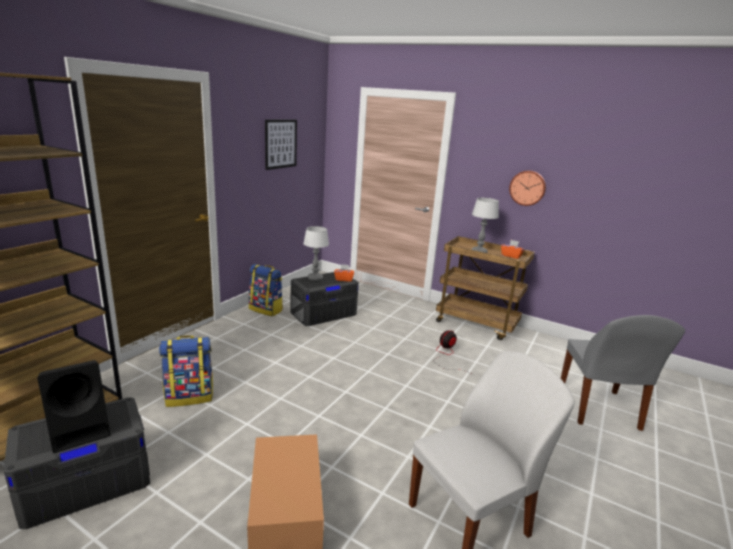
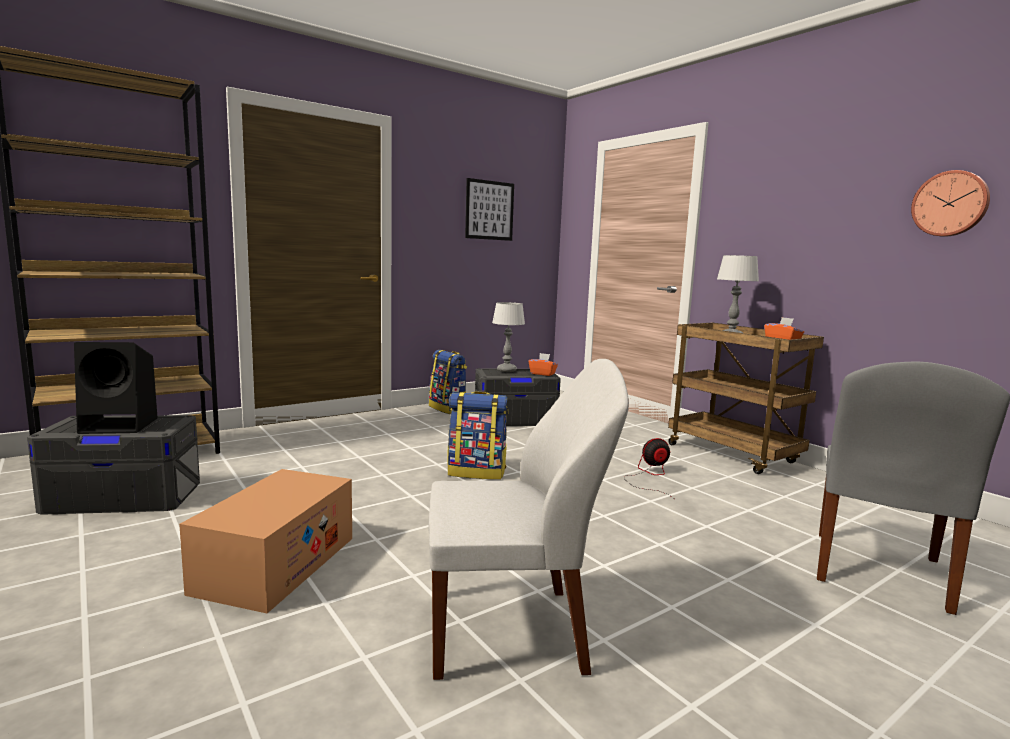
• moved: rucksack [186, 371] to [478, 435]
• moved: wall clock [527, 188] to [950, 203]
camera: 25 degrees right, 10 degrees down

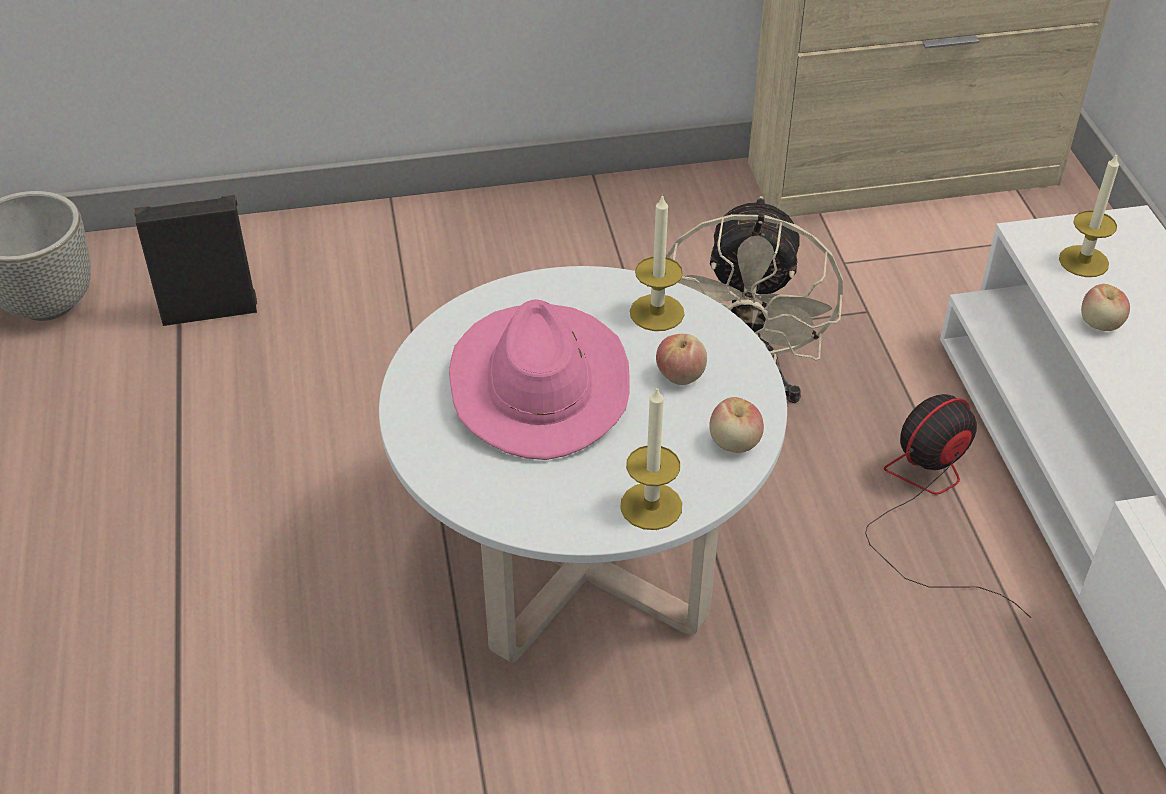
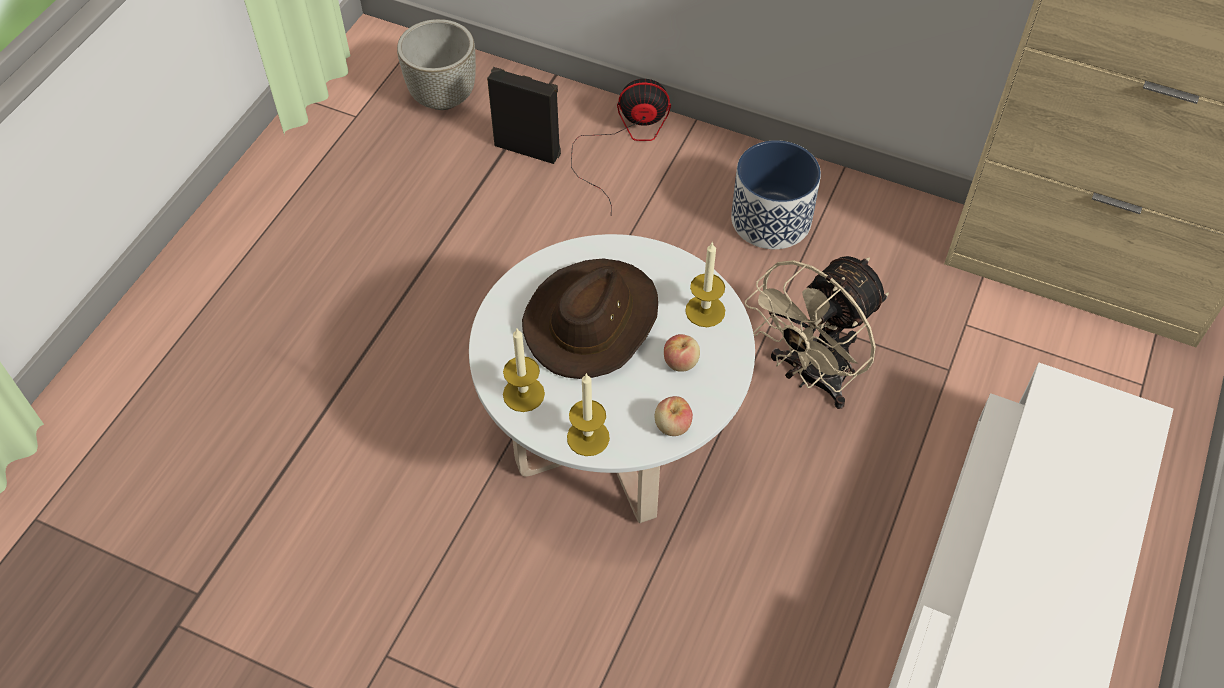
• recoloured: pinkish clothing hat [539, 379] to brownish clothing hat [590, 318]
• moved: fan [948, 506] to [621, 145]
• moved: wax candle [1089, 215] to [524, 370]
• removed: apple [1105, 307]
• added: planter [776, 194]
camera: 35 degrees right, 10 degrees up

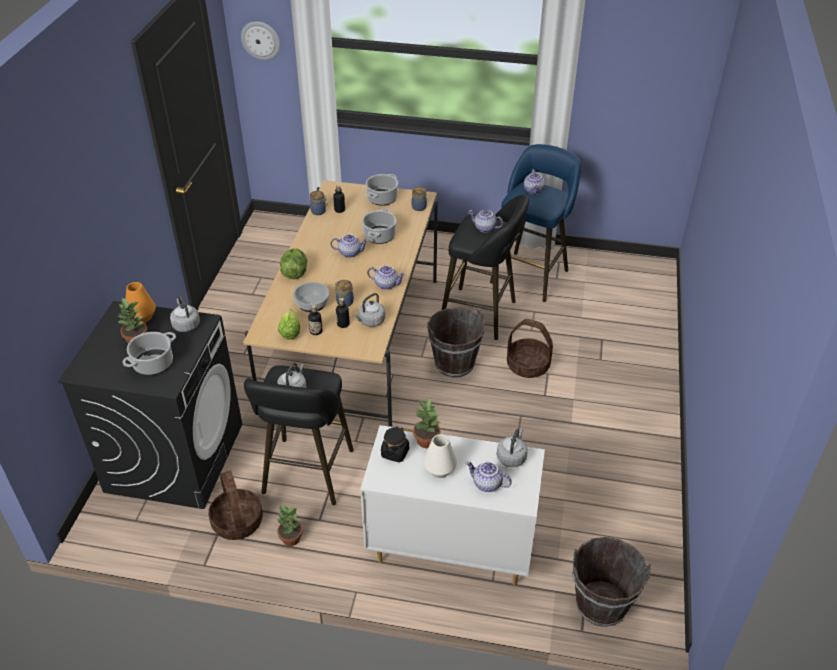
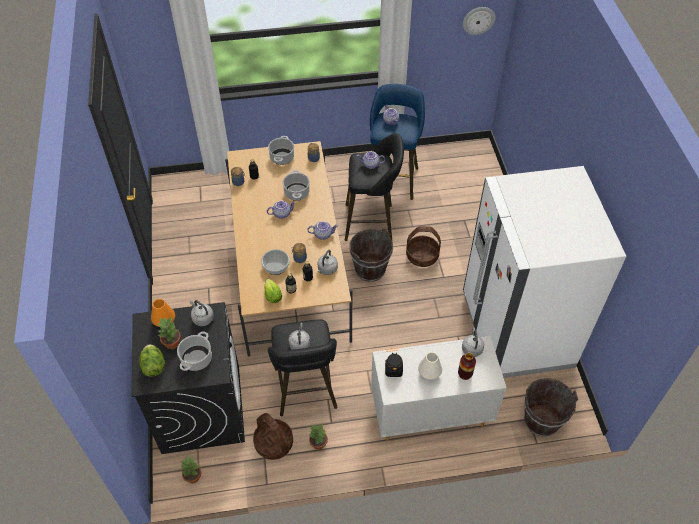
• moved: wall clock [260, 40] to [479, 21]
• moved: lettuce [293, 263] to [152, 360]
• moved: houseplant [427, 423] to [191, 469]
• replaced: tea pot [489, 476] to decorative vase [467, 366]
• added: white fridge [544, 272]
camera: 20 degrees left, 10 degrees up

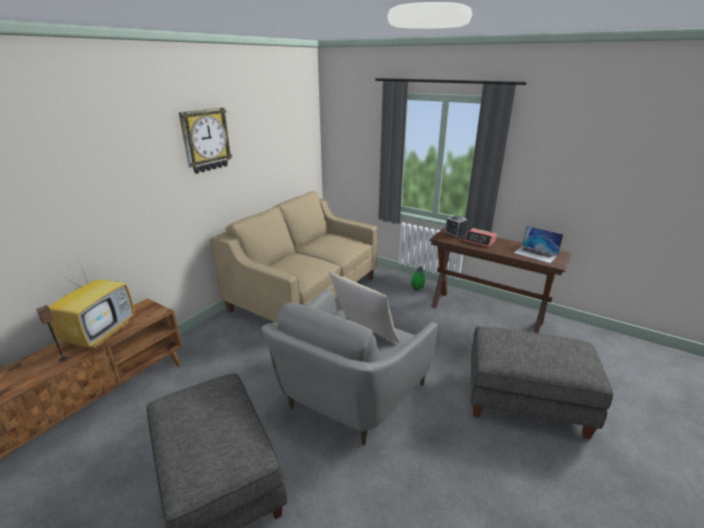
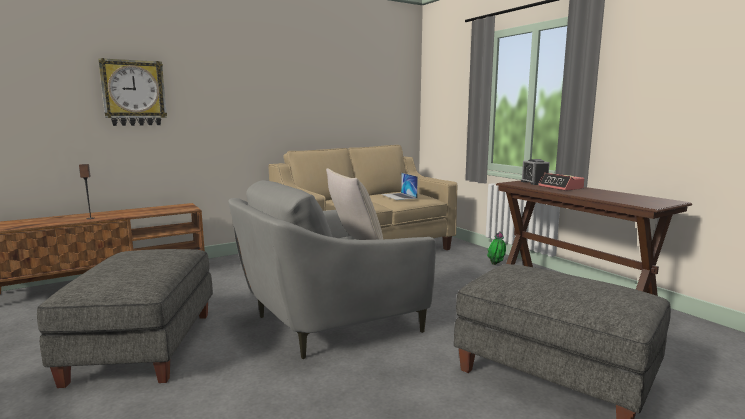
• removed: TV [92, 306]
• moved: wall clock [205, 141] to [132, 92]
• moved: portable computer [538, 244] to [399, 186]
camera: 25 degrees right, 15 degrees down

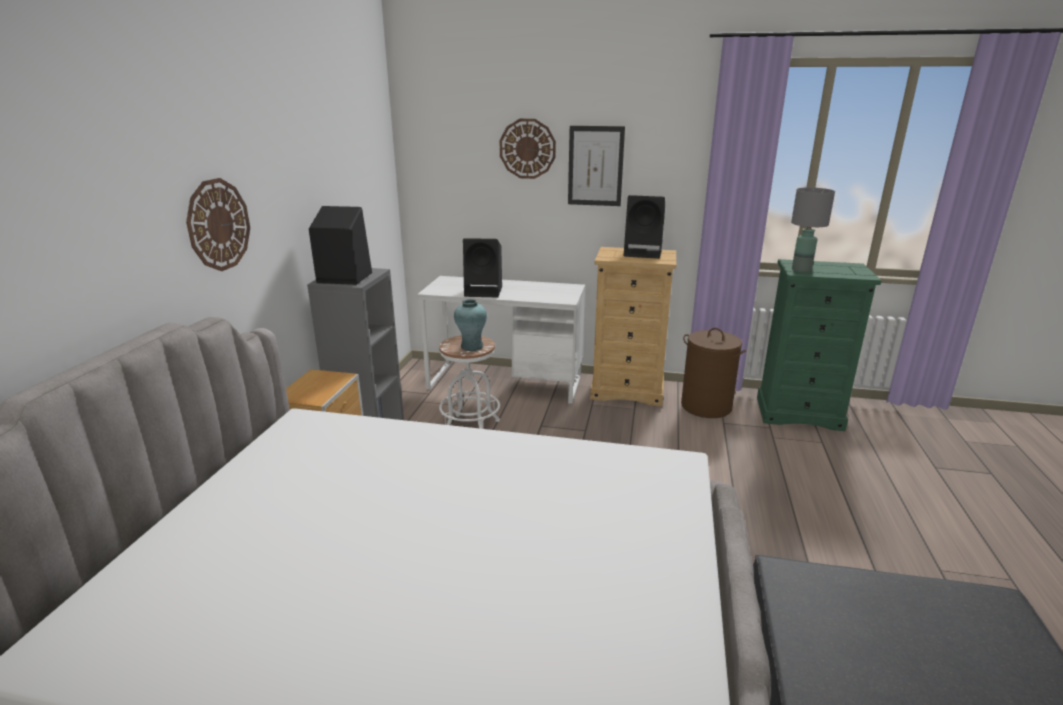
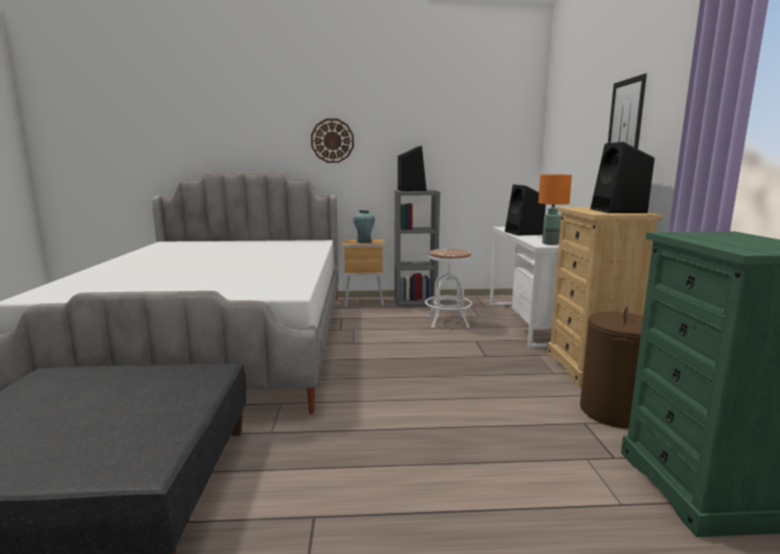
• moved: turquoise decorative vase [470, 325] to [364, 226]
• removed: wall clock [528, 149]
• removed: grey lamp for a table [813, 230]
• added: orange-coloured lamp for a table [555, 210]
camera: 75 degrees right, 10 degrees down

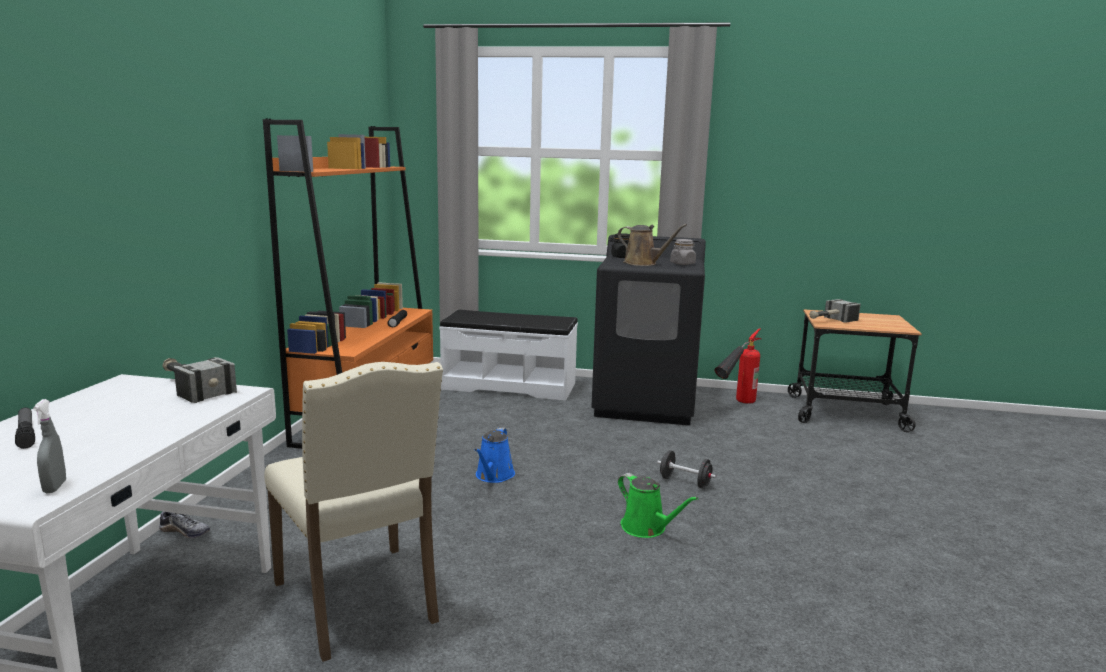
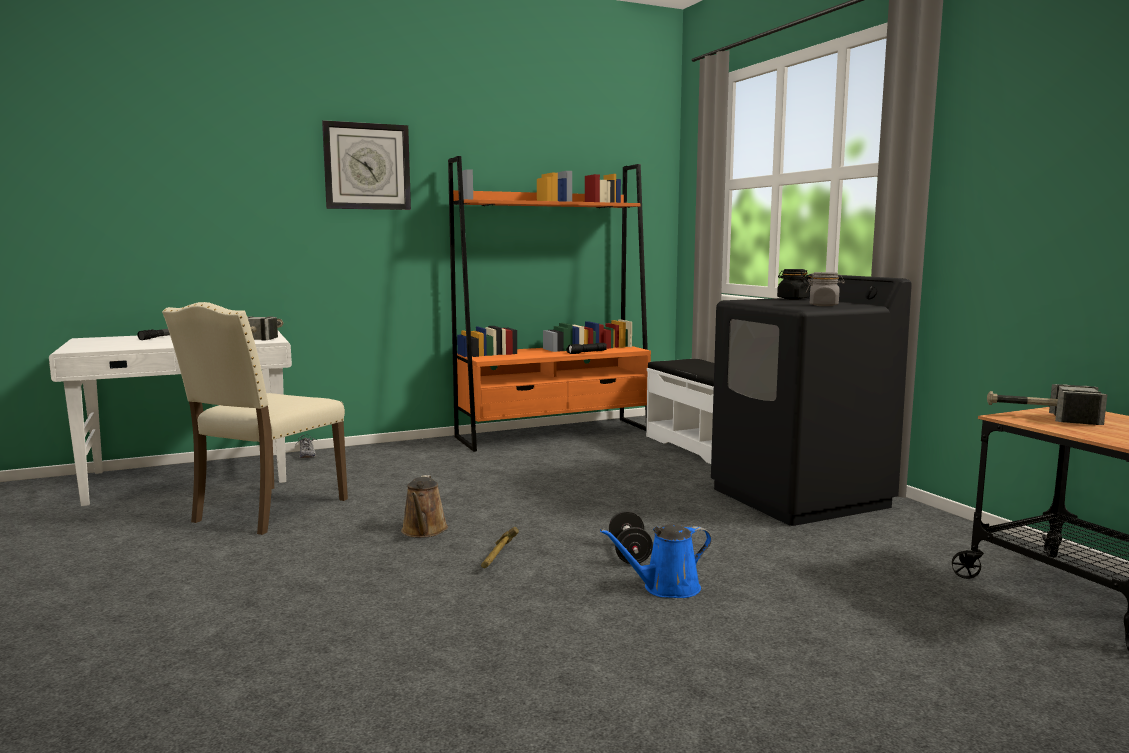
• removed: grey sprayer [49, 446]
• moved: blue-coloured watering can [494, 455] to [656, 561]
• moved: brownish watering can [652, 245] to [424, 506]
• replaced: greenish watering can [658, 505] to hammer [500, 547]
• removed: fire extinguisher [738, 366]
• added: wall clock [366, 165]
camera: 55 degrees right, 5 degrees down

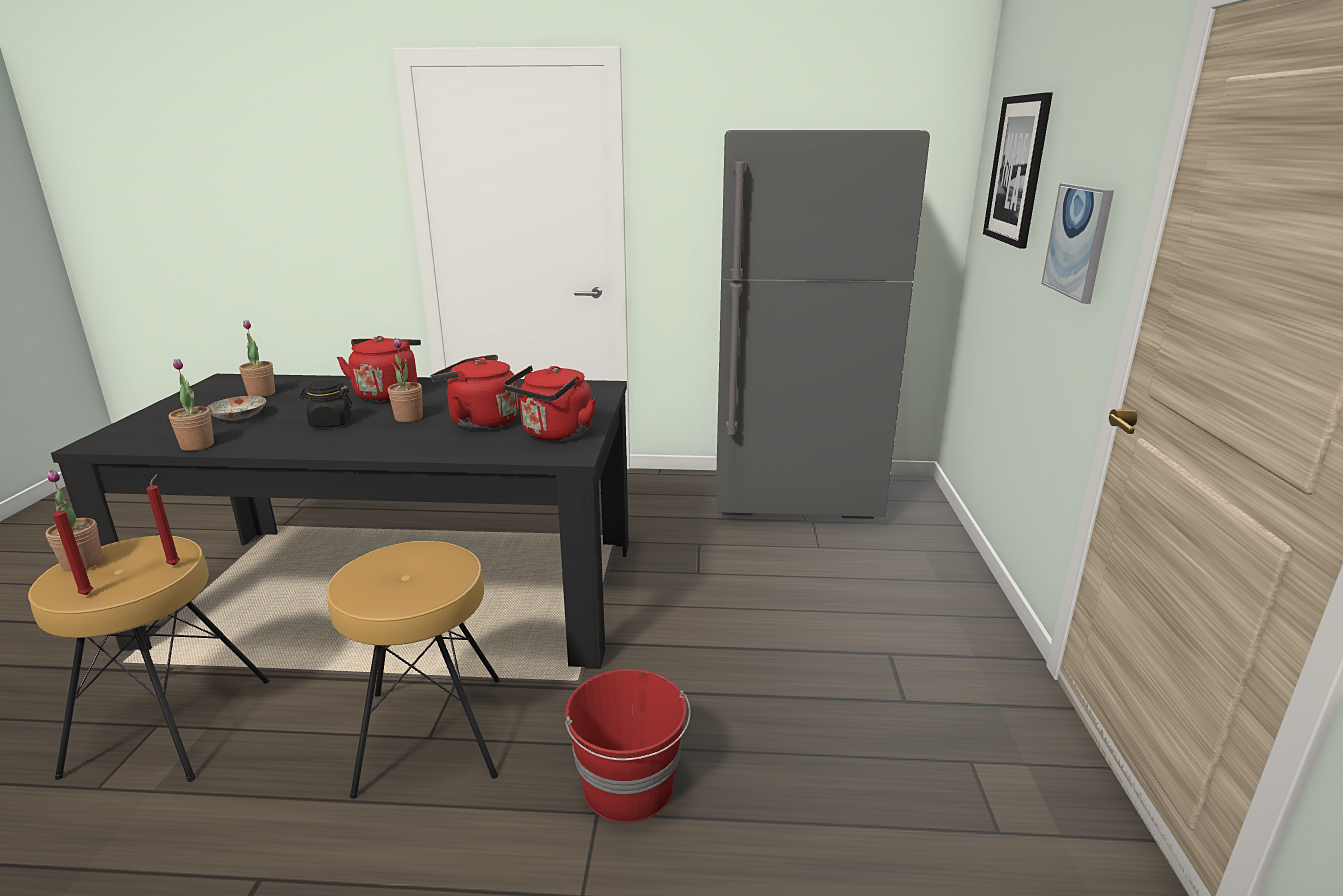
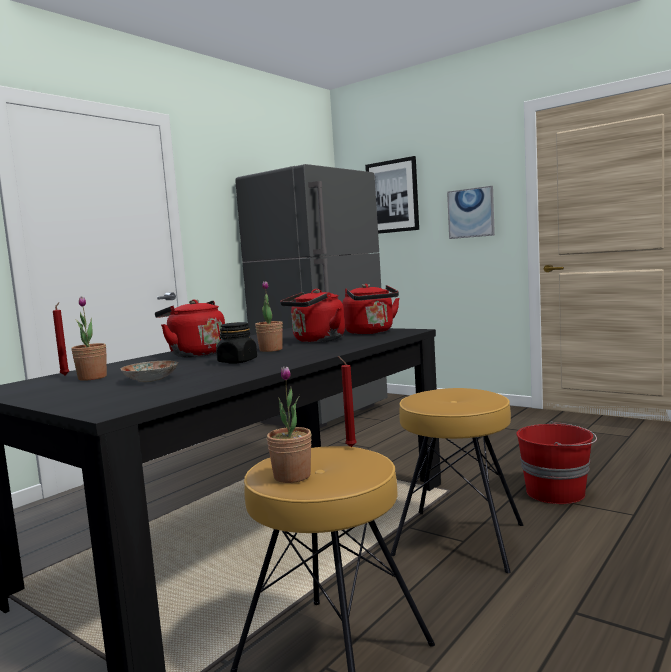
• moved: red wax candle [73, 547] to [61, 338]
• removed: houseplant [191, 404]
camera: 55 degrees left, 15 degrees down

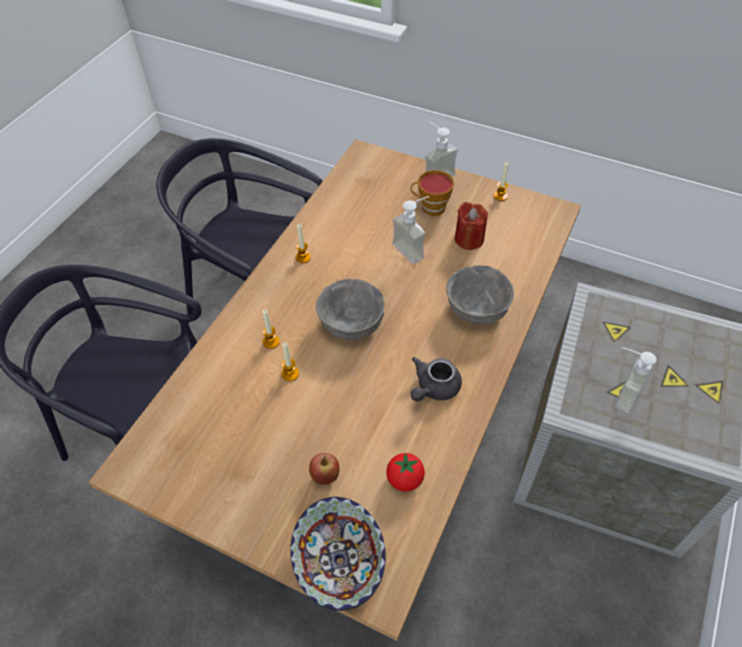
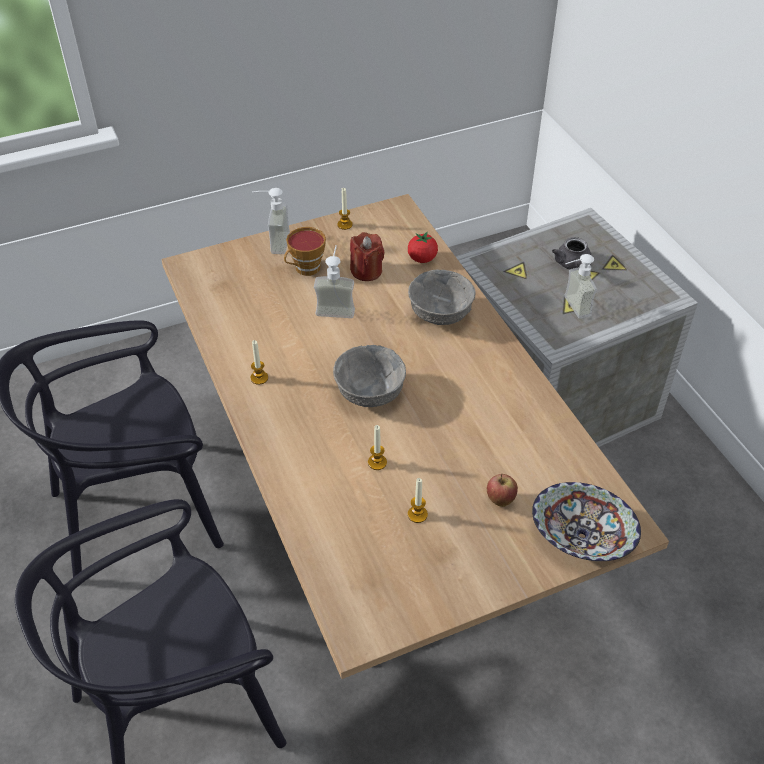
• moved: wax candle [271, 329] to [418, 500]
• moved: whole tomato [405, 472] to [423, 247]
• moved: grey tea pot [436, 379] to [571, 253]
camera: 50 degrees left, 5 degrees down

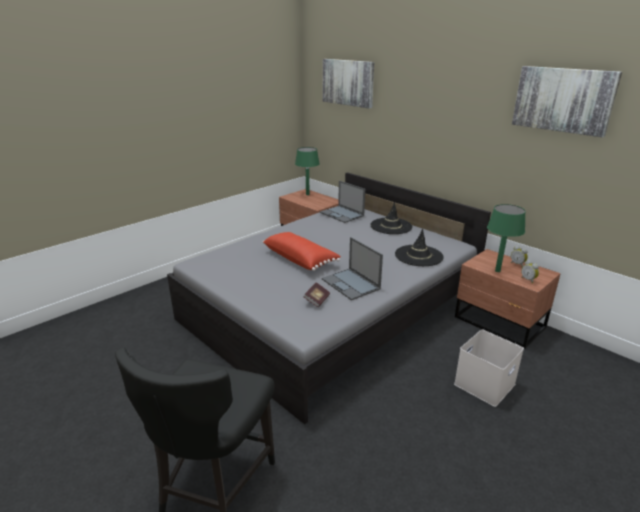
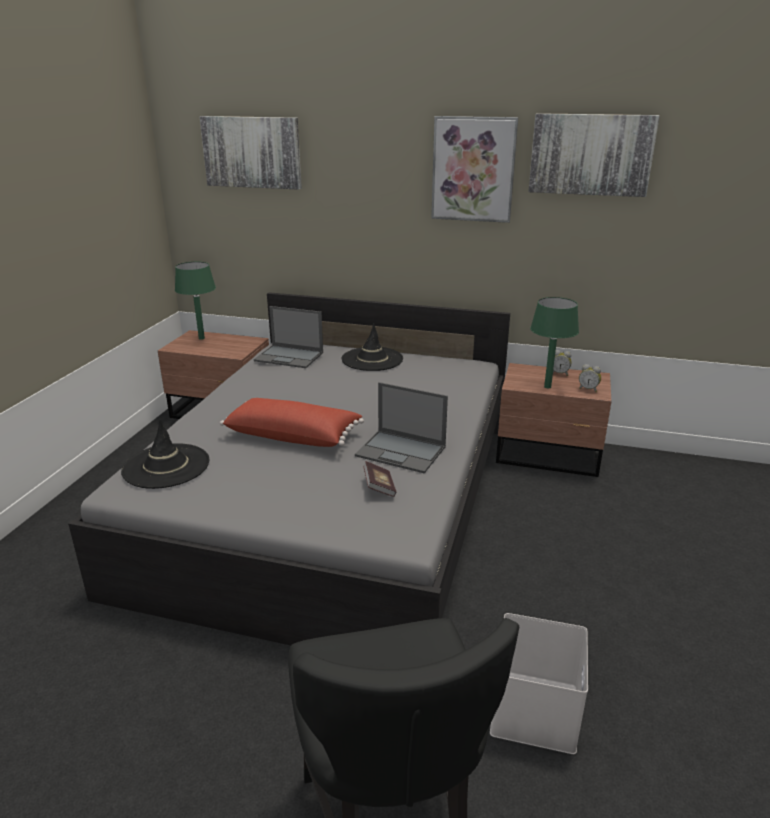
• moved: blackish clothing hat [419, 247] to [165, 454]
• moved: white storage bin [489, 368] to [539, 683]
• added: wall art [474, 169]
camera: 30 degrees left, 0 degrees up

